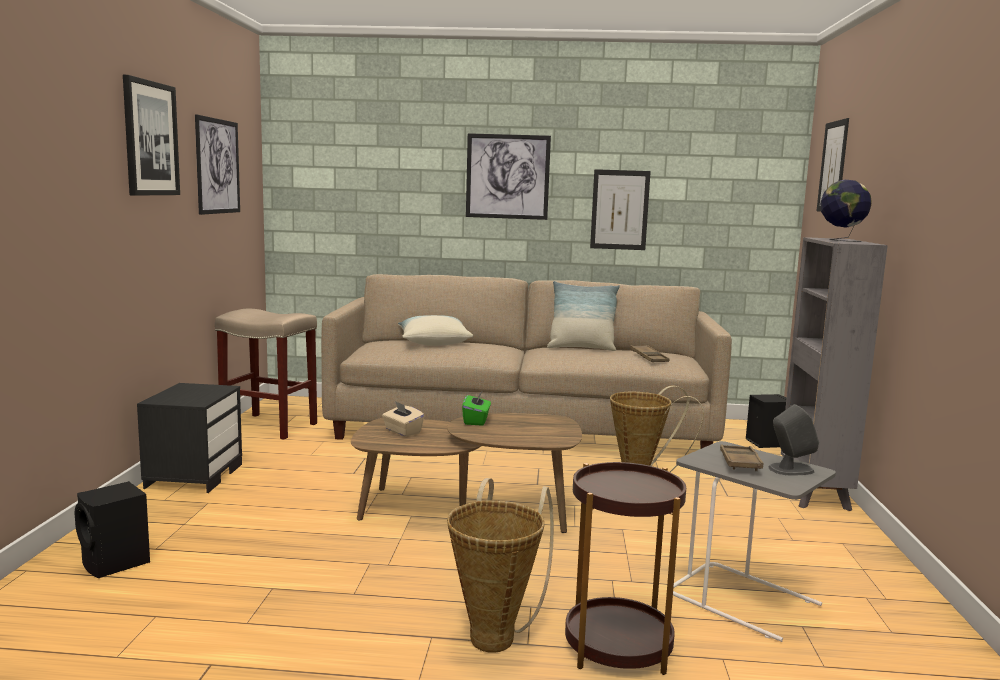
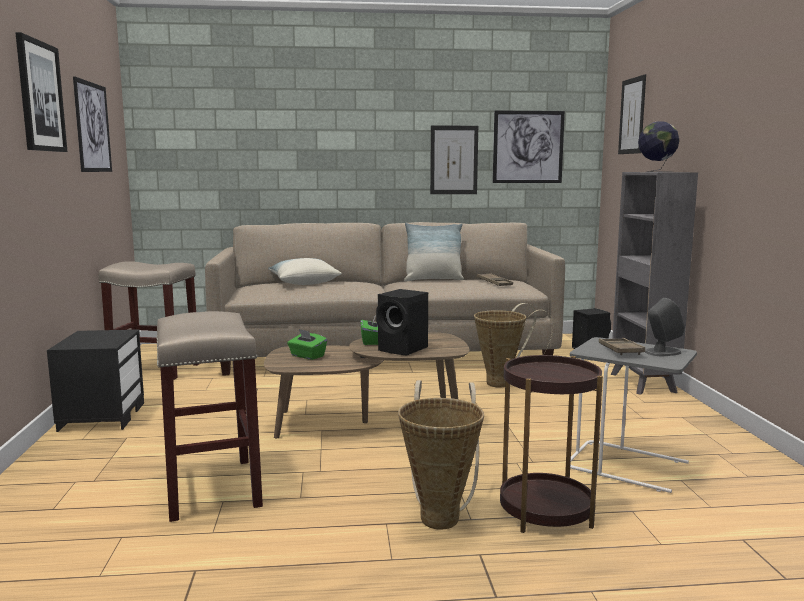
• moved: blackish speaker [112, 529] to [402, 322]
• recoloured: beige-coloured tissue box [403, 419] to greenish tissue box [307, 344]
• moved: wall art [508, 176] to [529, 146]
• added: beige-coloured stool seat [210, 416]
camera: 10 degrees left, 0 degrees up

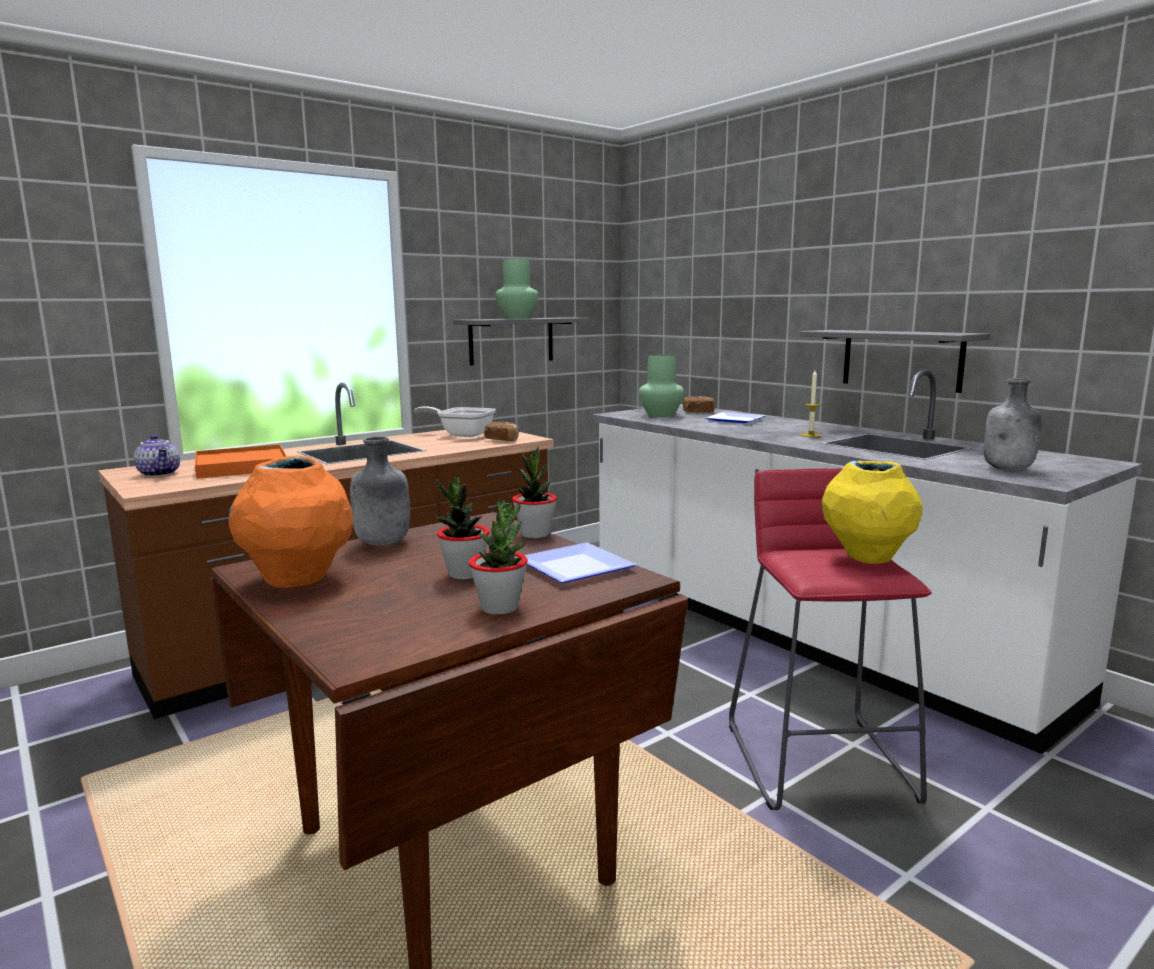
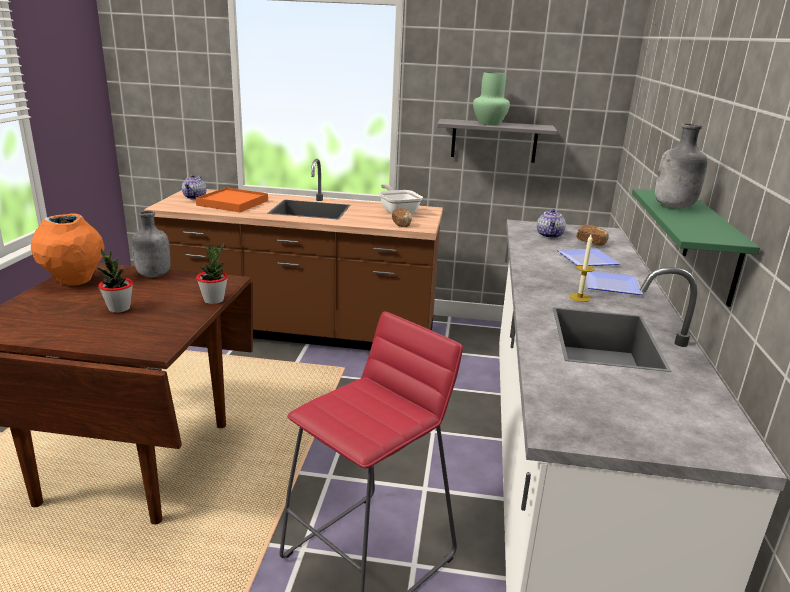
• removed: houseplant [498, 557]
• moved: plate [581, 563] to [614, 283]
• replaced: greenish decorative vase [661, 385] to tea pot [551, 224]
• recoloured: grey wall shelf [895, 361] to greenish wall shelf [696, 248]
• removed: yellow decorative vase [872, 512]
• moved: grey beverage bottle [1012, 424] to [681, 165]
camera: 45 degrees right, 10 degrees up

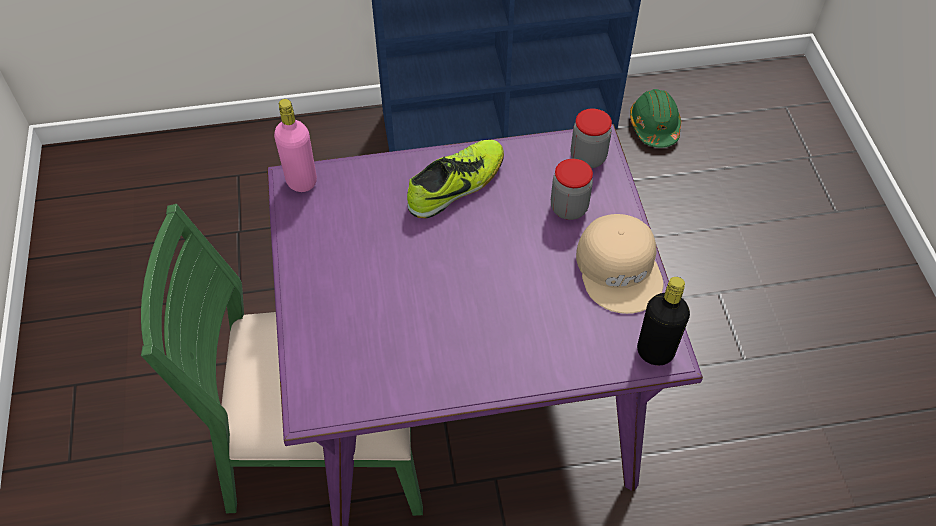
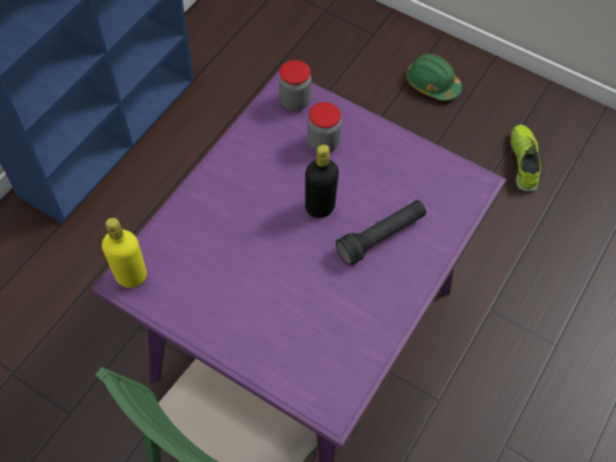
• recoloured: pinkish beverage bottle [295, 145] to yellow beverage bottle [124, 253]
• moved: shoe [455, 179] to [525, 158]
• removed: beige-coloured baseball cap [619, 264]
• moved: greenish work helmet [655, 118] to [434, 77]
• moved: blackish beverage bottle [663, 321] to [322, 181]
• added: blackish hand torch [381, 232]
camera: 50 degrees left, 5 degrees up

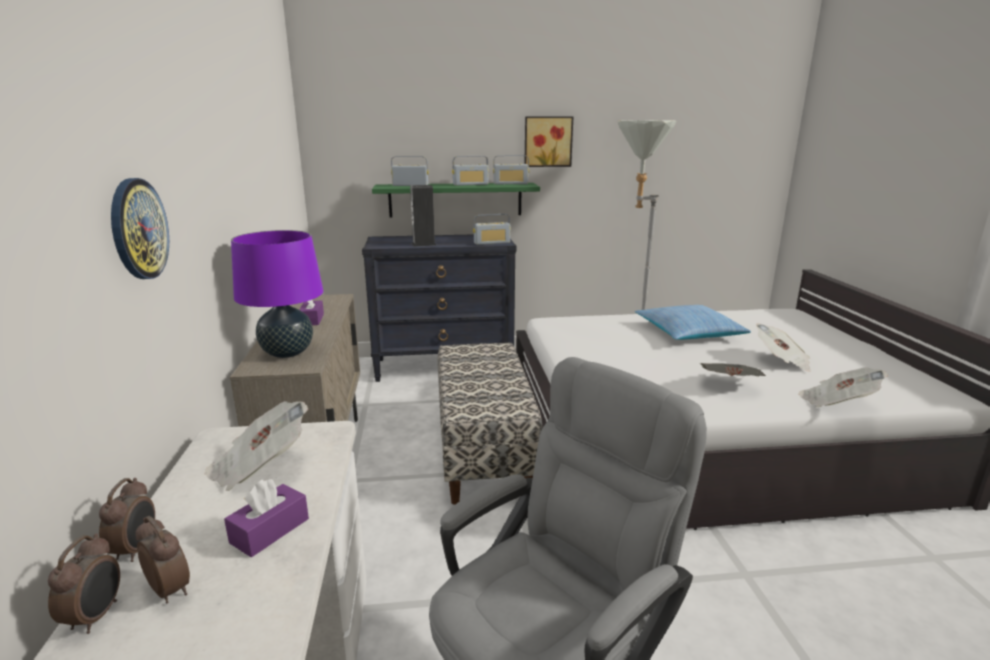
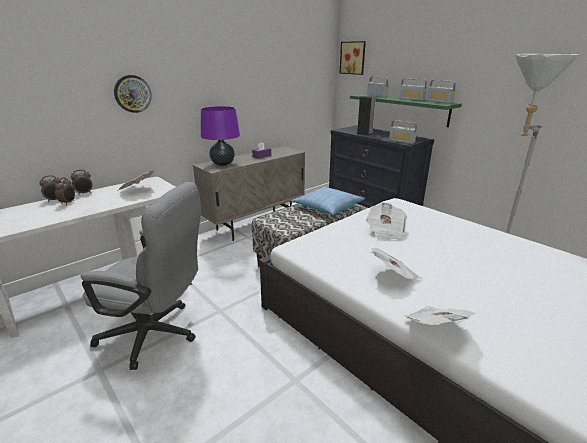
• removed: purplish tissue box [266, 518]
• moved: wall art [548, 141] to [352, 58]
• moved: throw pillow [693, 322] to [328, 201]
• moved: printed paper [783, 347] to [386, 221]
camera: 55 degrees right, 5 degrees up

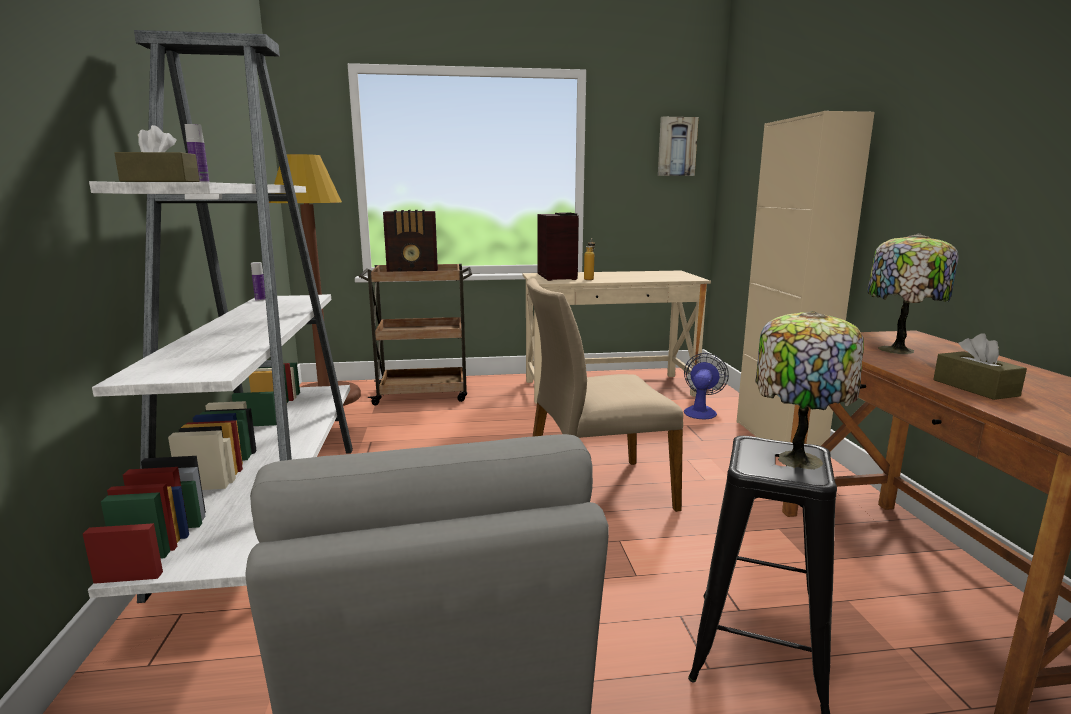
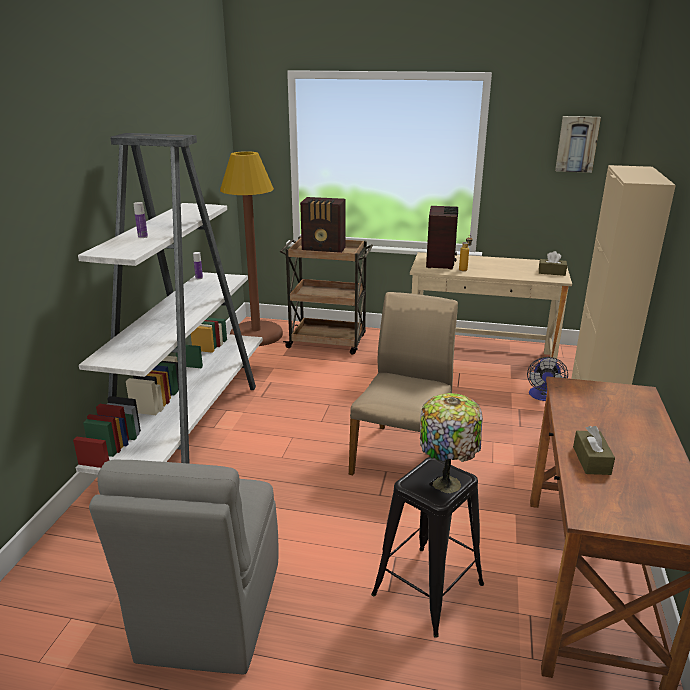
• moved: brownish tissue box [157, 153] to [553, 263]
• turned: beige-coloured plain chair [605, 395] = [403, 383] 105 degrees clockwise
• turned: fan [706, 386] = [547, 379] 150 degrees clockwise
• removed: lamp for a table [913, 293]
camera: 20 degrees right, 10 degrees up

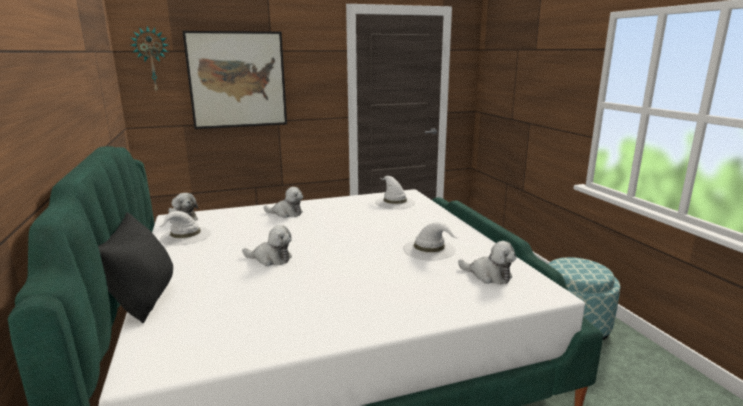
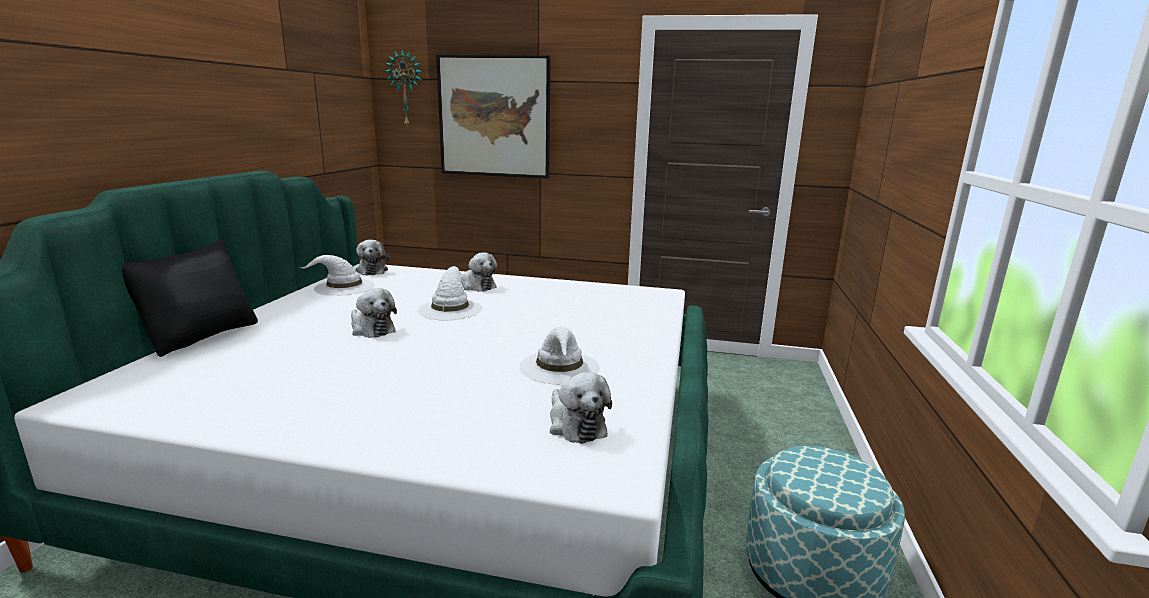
• moved: white clothing hat [395, 192] to [450, 293]
camera: 30 degrees right, 0 degrees up

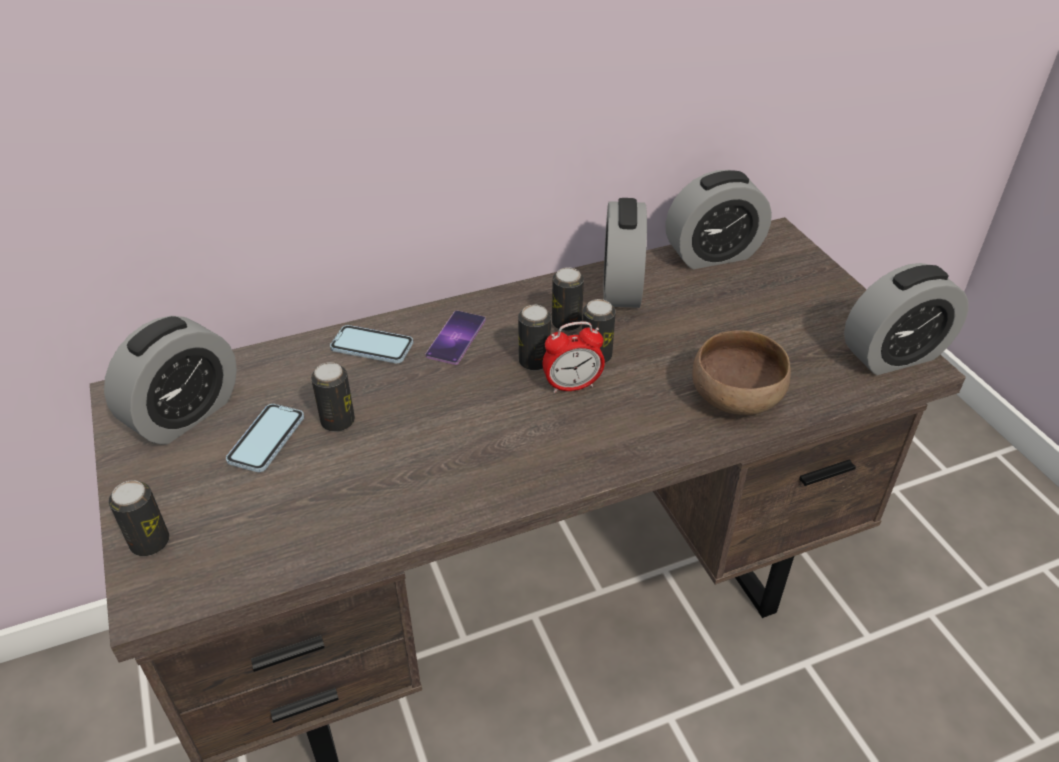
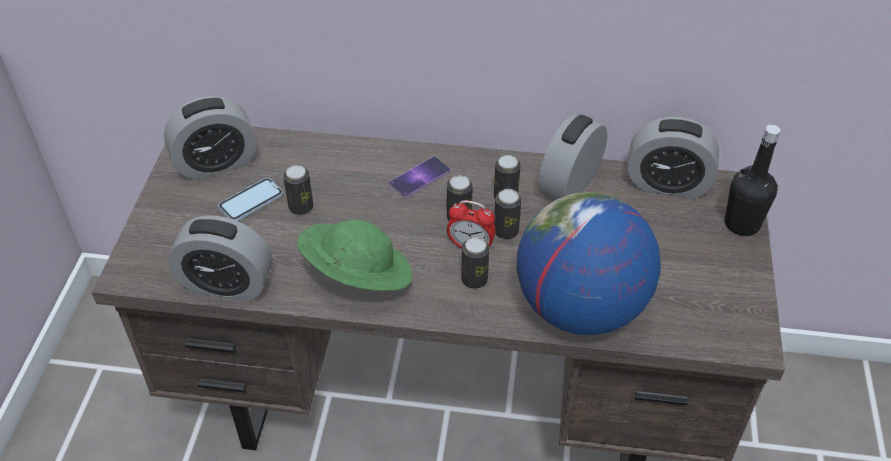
• moved: metal can [139, 518] to [475, 263]
• removed: phone [371, 344]
• replaced: brownish serving bowl [741, 372] to world globe [589, 263]
• moved: table clock [906, 319] to [220, 258]
• added: greenish clothing hat [354, 255]
• added: blackish beverage bottle [752, 180]
camera: 30 degrees right, 5 degrees up

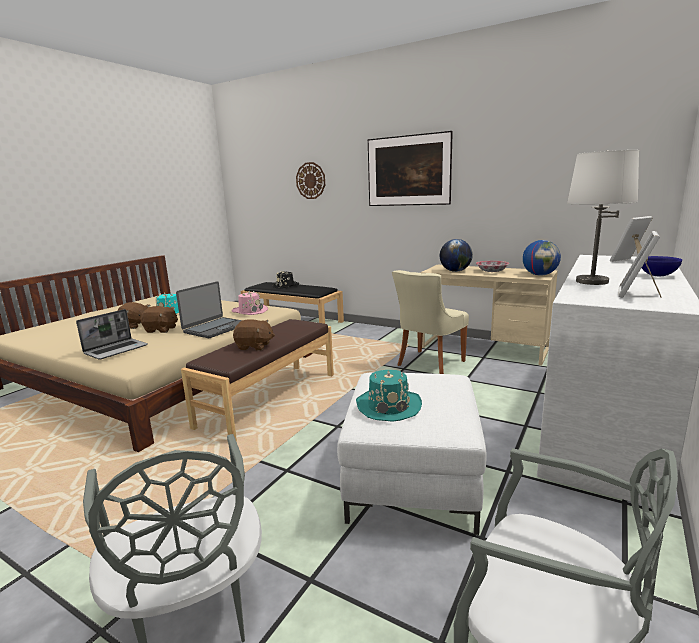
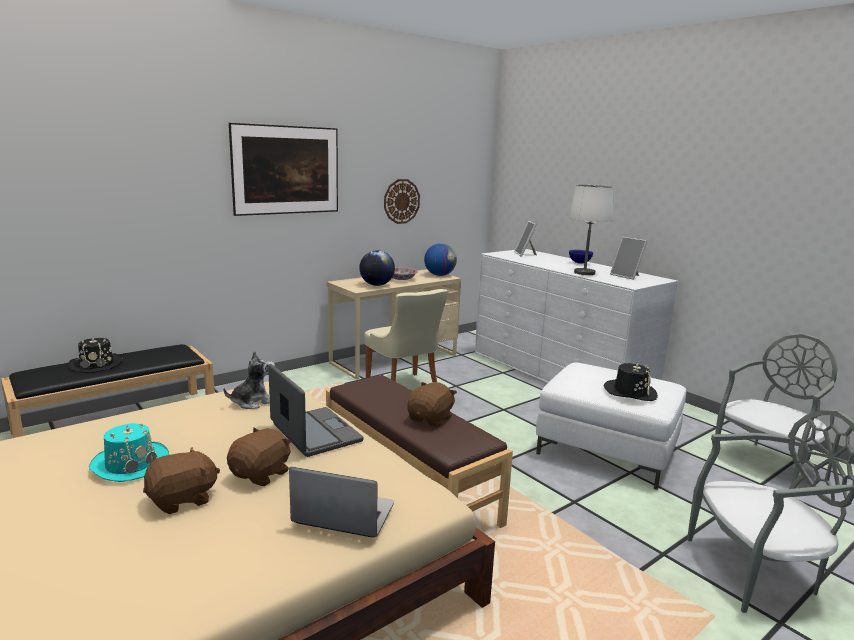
• turned: portable computer [112, 334] = [341, 502] 45 degrees counterclockwise
• replaced: pinkish clothing hat [250, 303] to plush toy [249, 380]
• moved: wall clock [310, 180] to [402, 201]
• recoloured: turquoise clothing hat [389, 396] to blackish clothing hat [631, 381]
camera: 70 degrees left, 0 degrees up

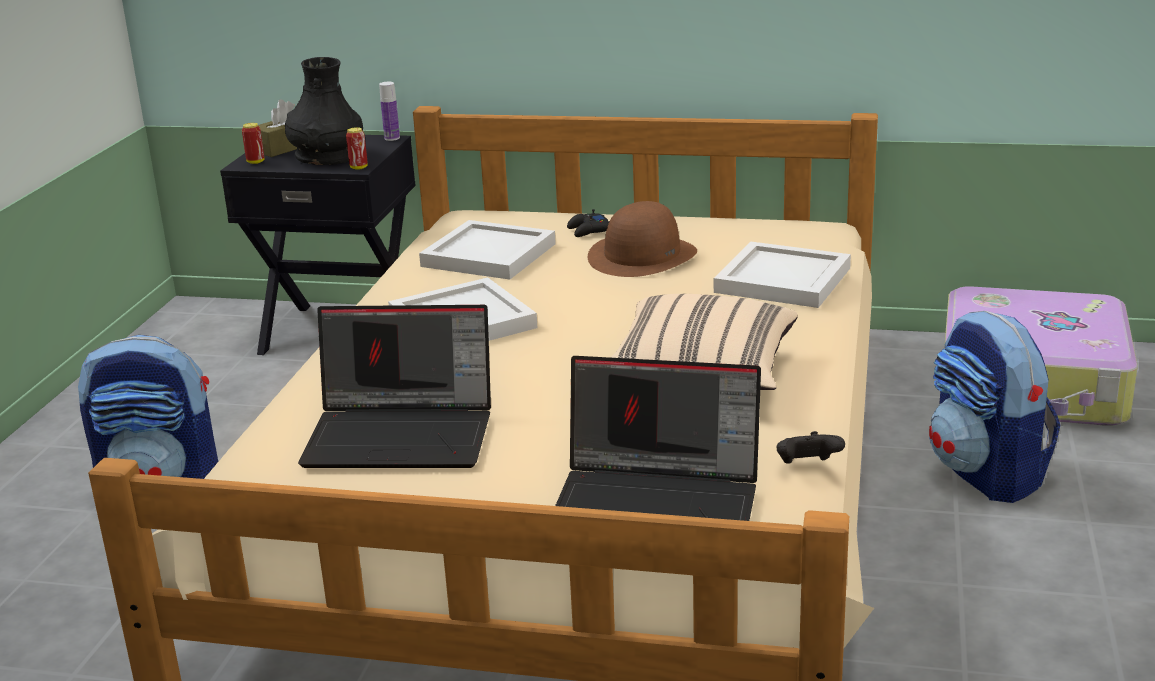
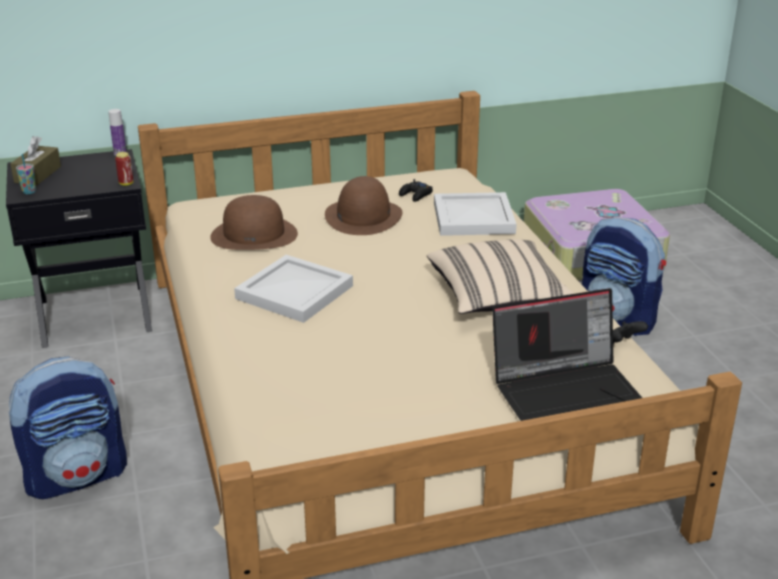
• replaced: metal can [253, 143] to small cup [26, 174]
• removed: blackish decorative vase [324, 111]
• removed: portable computer [394, 386]
• replaced: white serving tray [487, 250] to brownish clothing hat [254, 222]
• moved: blackish game controller [588, 223] to [416, 190]
camera: 30 degrees left, 5 degrees up

